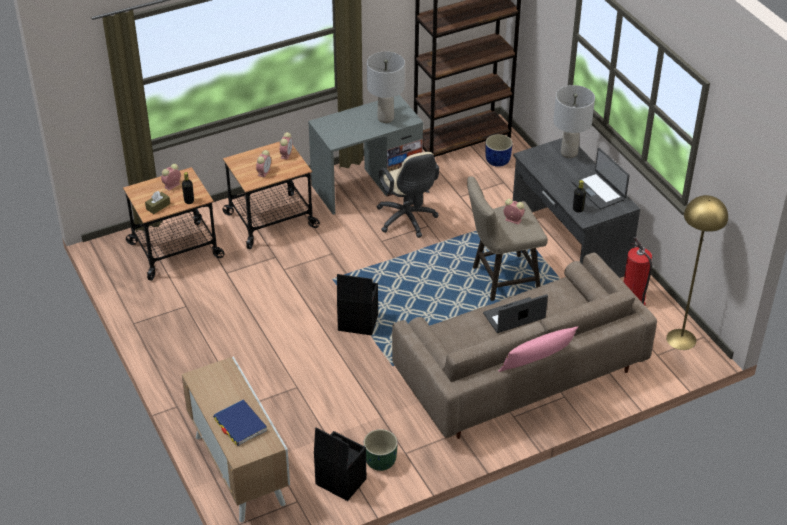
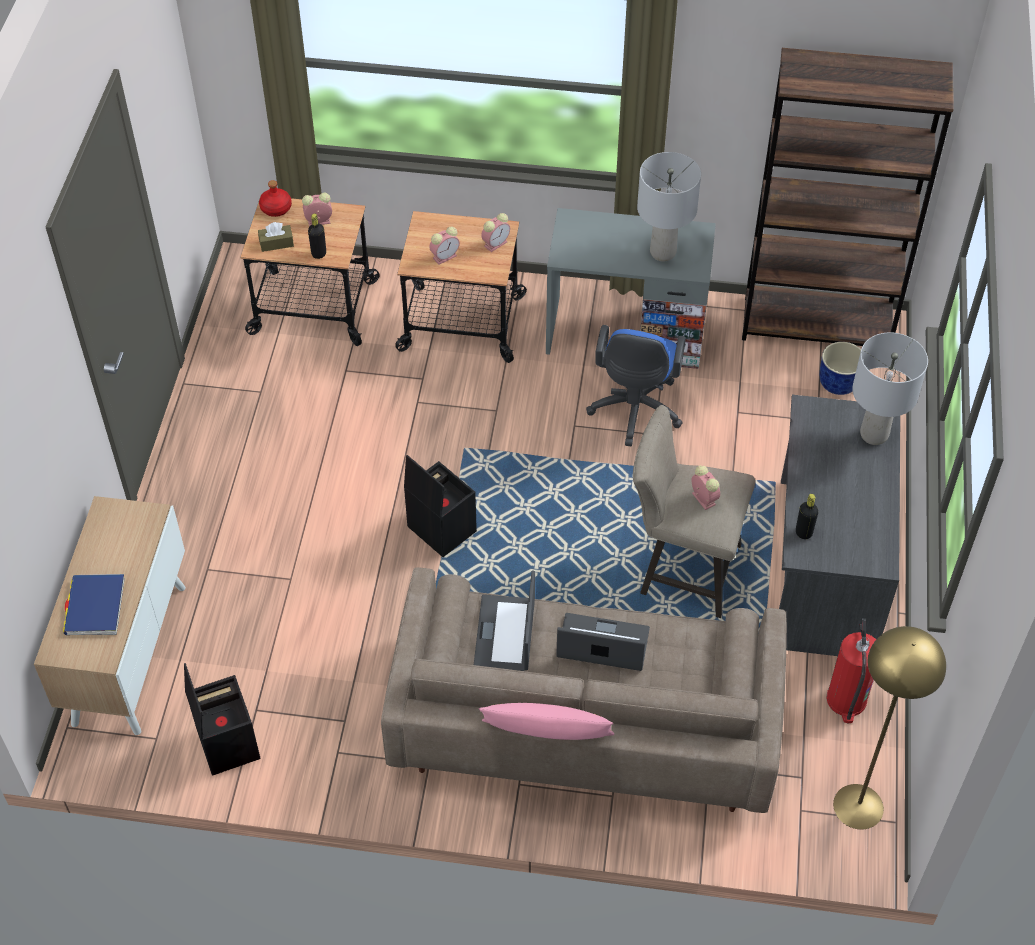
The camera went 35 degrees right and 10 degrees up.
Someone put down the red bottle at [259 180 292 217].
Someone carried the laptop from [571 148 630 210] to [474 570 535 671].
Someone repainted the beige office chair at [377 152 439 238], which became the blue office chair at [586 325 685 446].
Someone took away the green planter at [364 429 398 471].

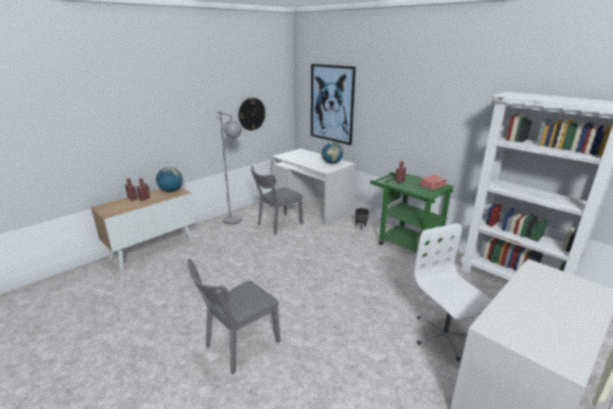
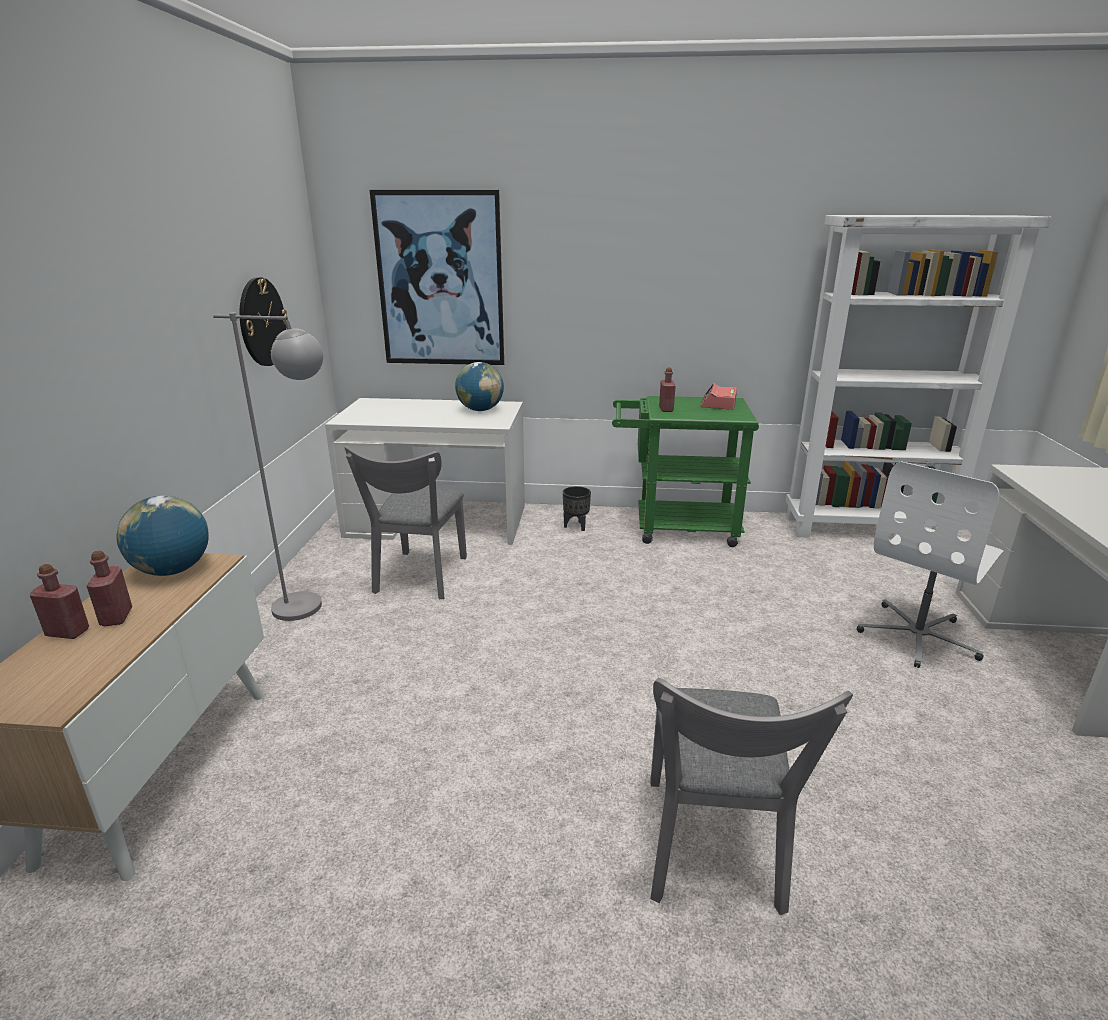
The camera went 40 degrees left and 0 degrees up.
Someone rotated the white office chair at [414 223 492 361] by 75 degrees counterclockwise.

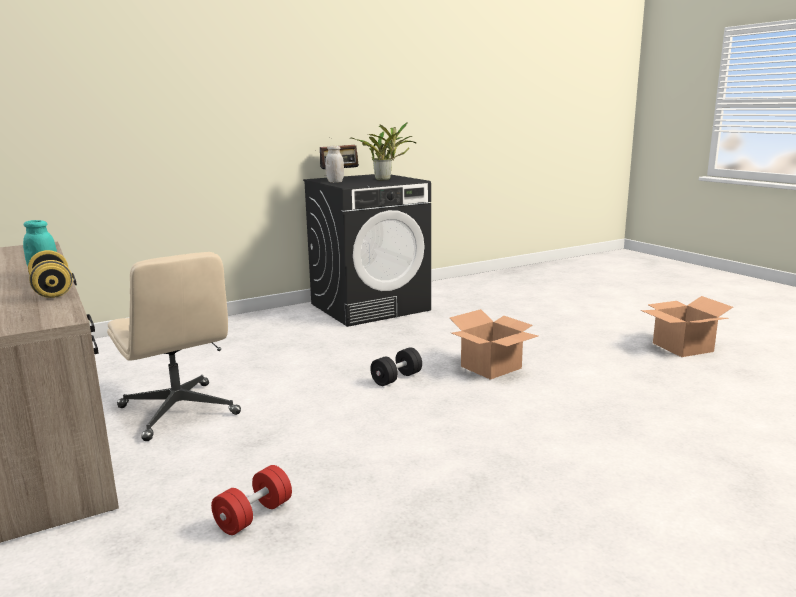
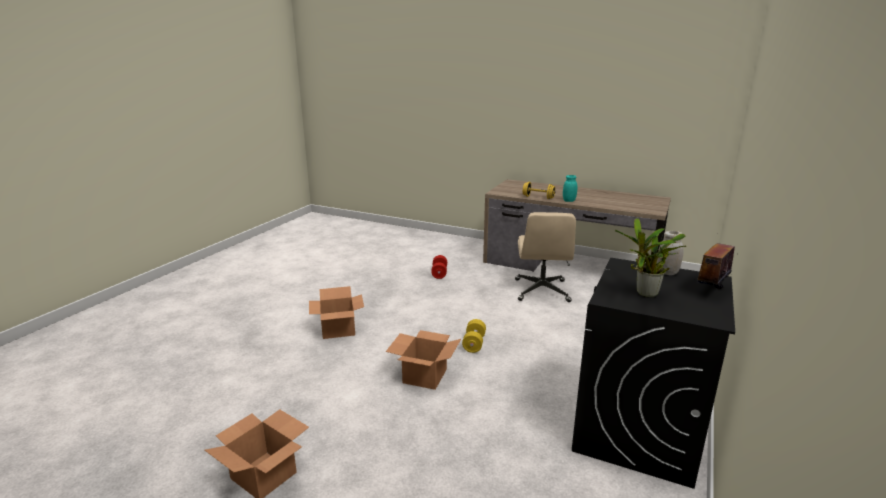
The camera went 145 degrees right and 5 degrees up.
Someone put down the cardboard box at [309 286 364 339].
Someone repainted the black dumbbell at [370 347 422 386], which became the yellow dumbbell at [462 319 486 353].
Someone rotated the beige office chair at [107 252 241 441] by 105 degrees counterclockwise.

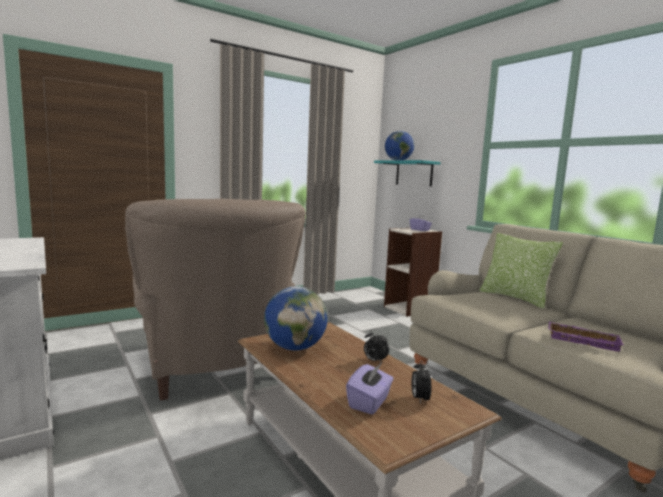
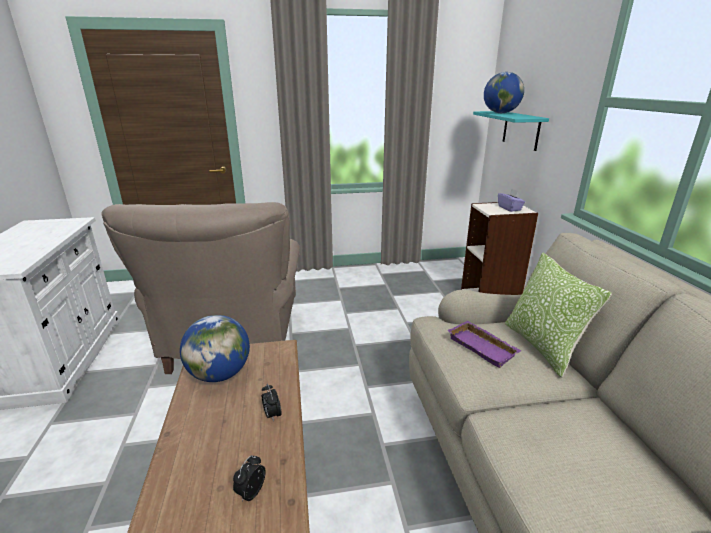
The camera went 25 degrees right and 15 degrees up.
Someone carried the purple tray from [548 321 624 352] to [447 321 521 368].
Someone took away the purple tissue box at [346 364 394 414].

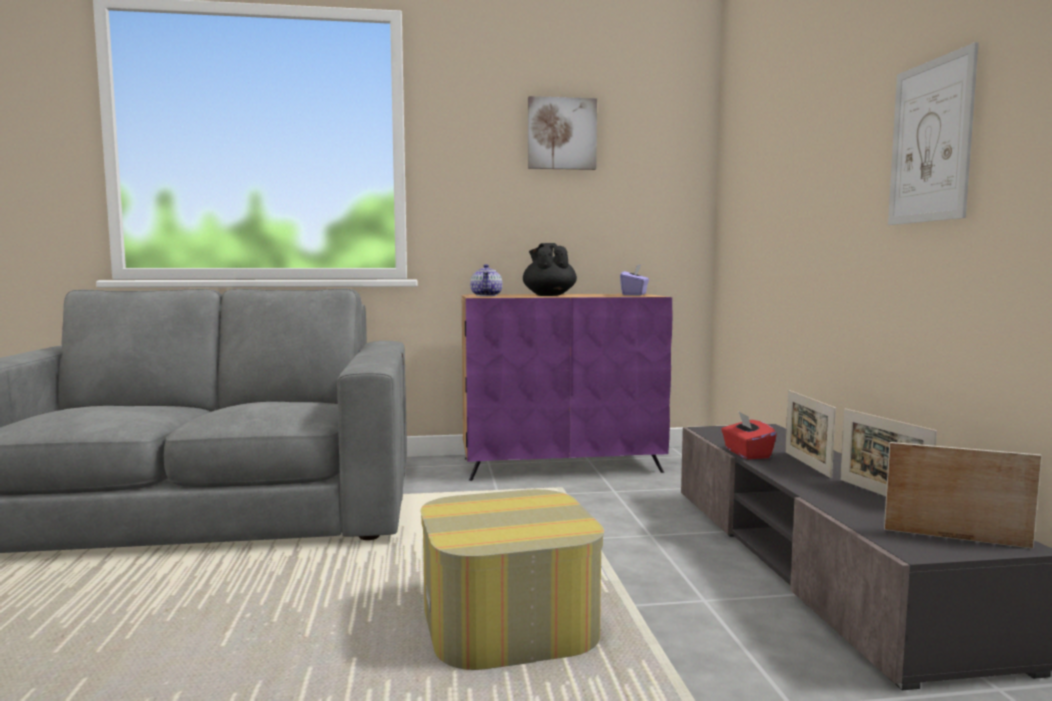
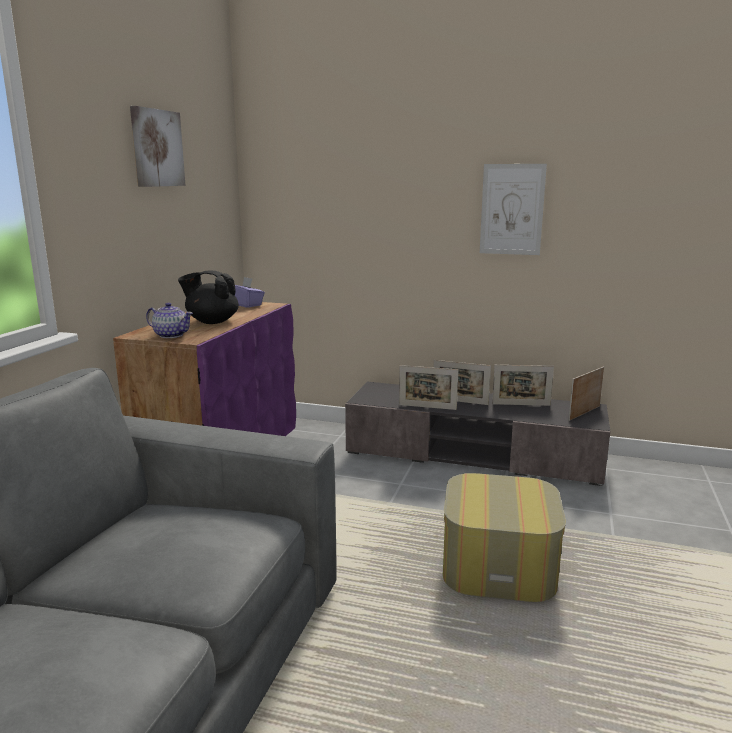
The camera went 65 degrees left and 10 degrees up.
Someone swapped the red tissue box at [721 412 777 459] for the picture frame at [399 365 458 410].

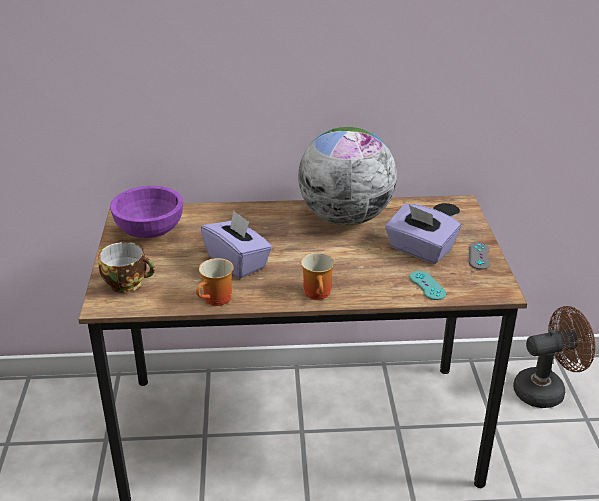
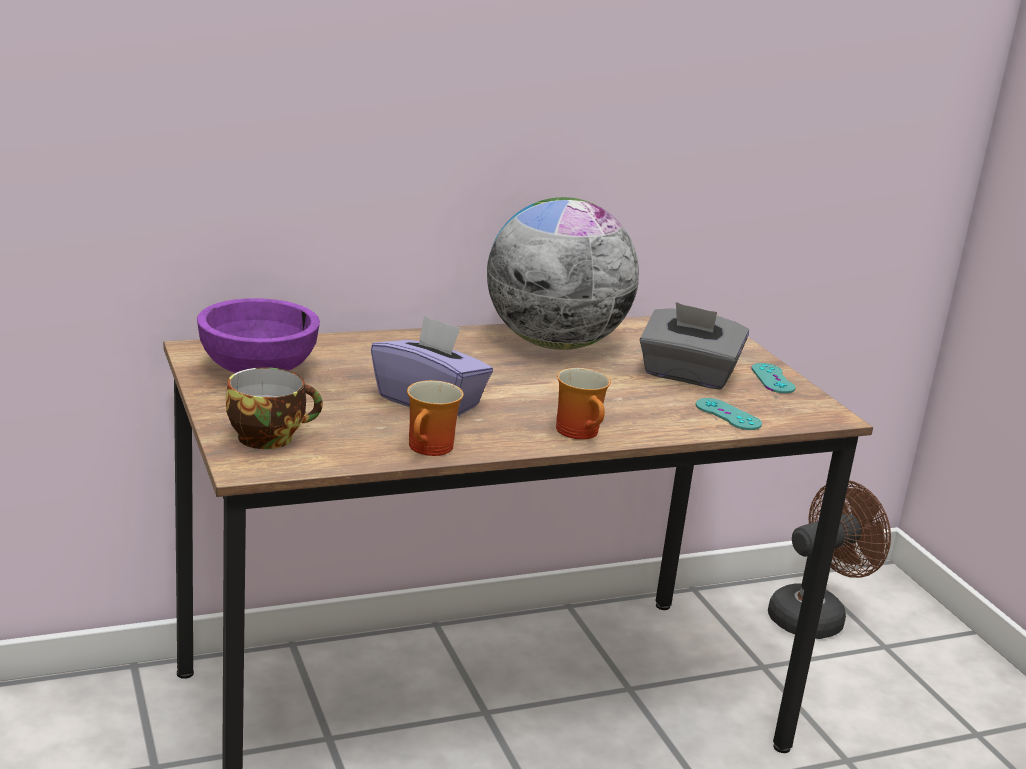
The camera went 20 degrees left and 10 degrees down.
Someone repainted the purple tissue box at [385 204 461 264], which became the grey tissue box at [640 302 749 390].
Someone repainted the grey game controller at [469 242 490 270], which became the turquoise game controller at [751 363 796 393].

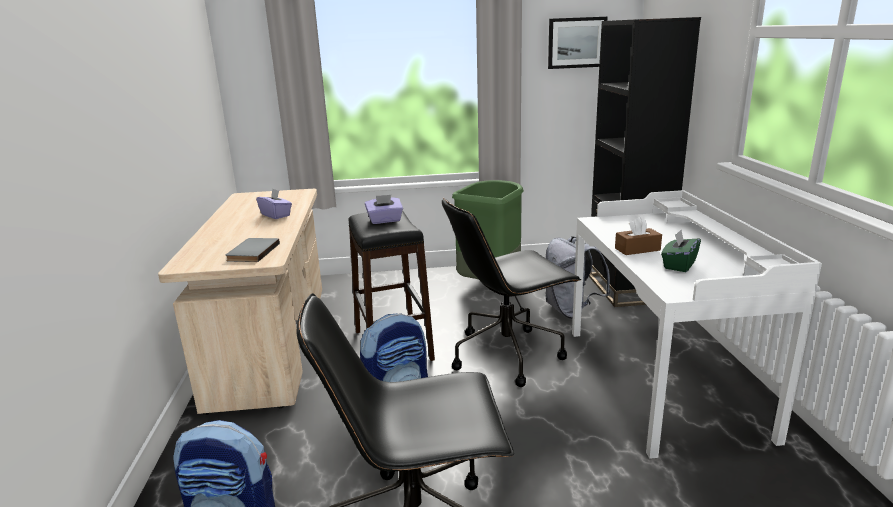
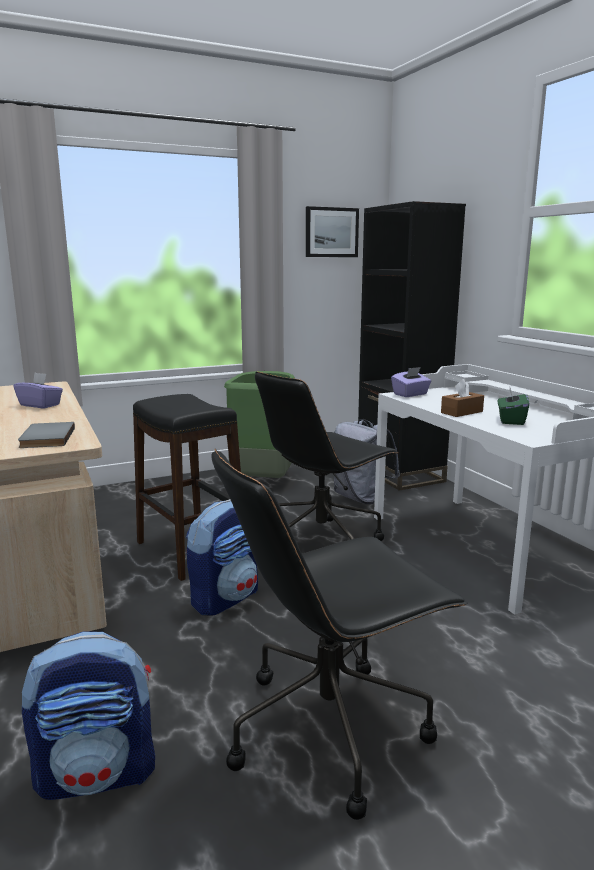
The camera went 20 degrees left and 5 degrees down.
Someone carried the purple tissue box from [365 195 403 224] to [391 367 432 397].

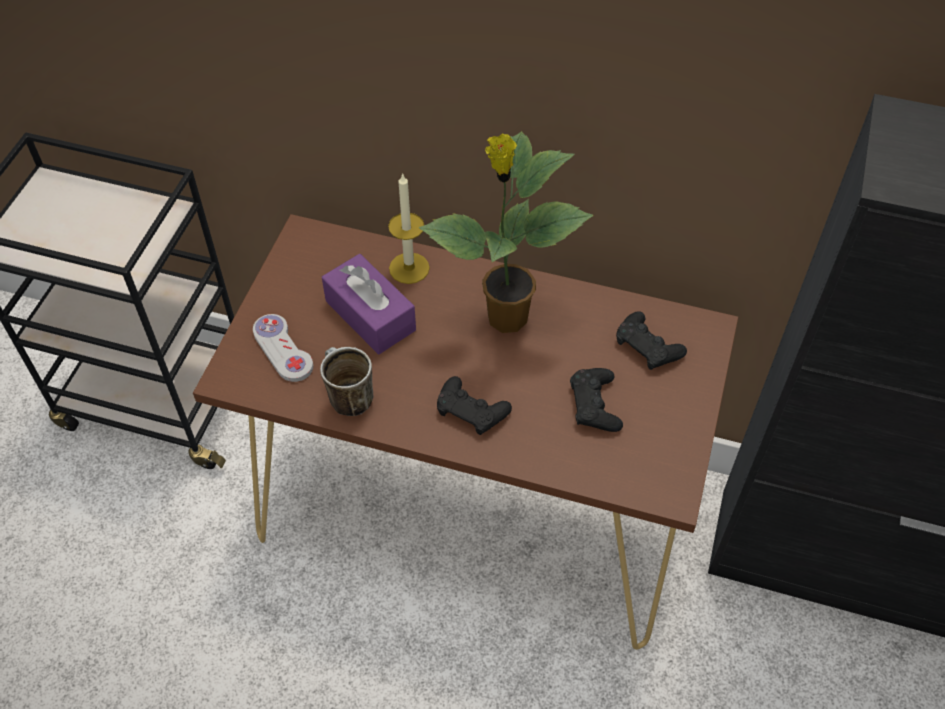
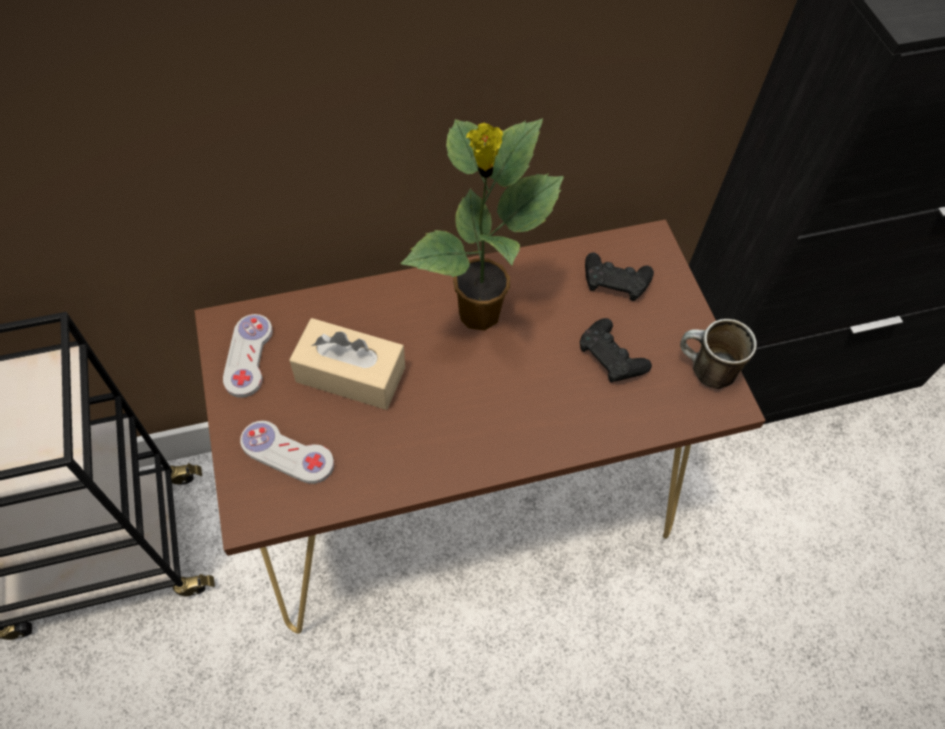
The camera went 35 degrees left and 5 degrees up.
Someone put down the white game controller at [223 314 273 398].
Someone repainted the purple tissue box at [322 254 416 354], which became the beige tissue box at [289 318 405 410].
Someone carried the mug from [320 347 374 416] to [680 319 757 389].
Someone took away the candle at [388 173 430 284].
Someone took away the black game controller at [437 376 512 435].

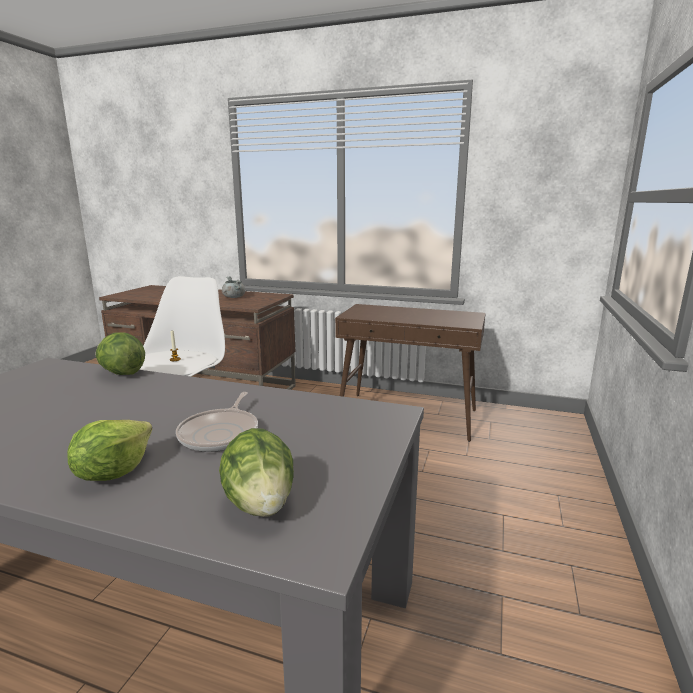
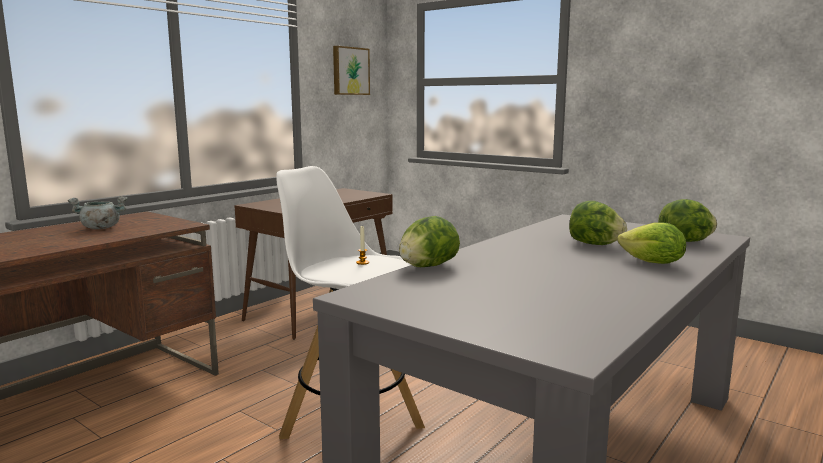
The camera went 70 degrees left and 5 degrees down.
Someone put up the picture at [333 46 370 95].
Someone swapped the frying pan at [176 392 258 452] for the lettuce at [569 201 627 245].

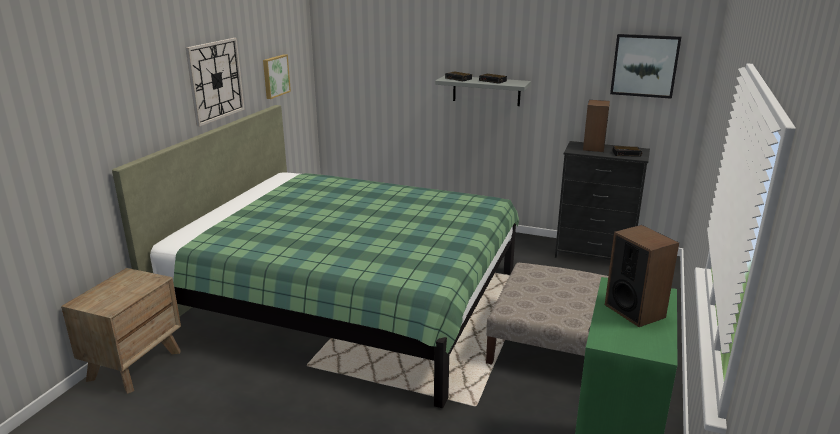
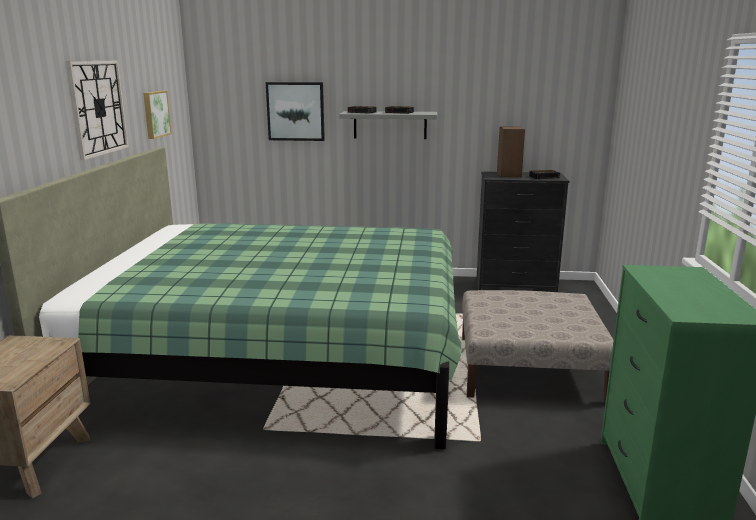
The camera went 15 degrees left and 5 degrees down.
Someone carried the picture from [610 34 681 99] to [266 82 325 141].
Someone took away the speaker at [605 225 679 327].

